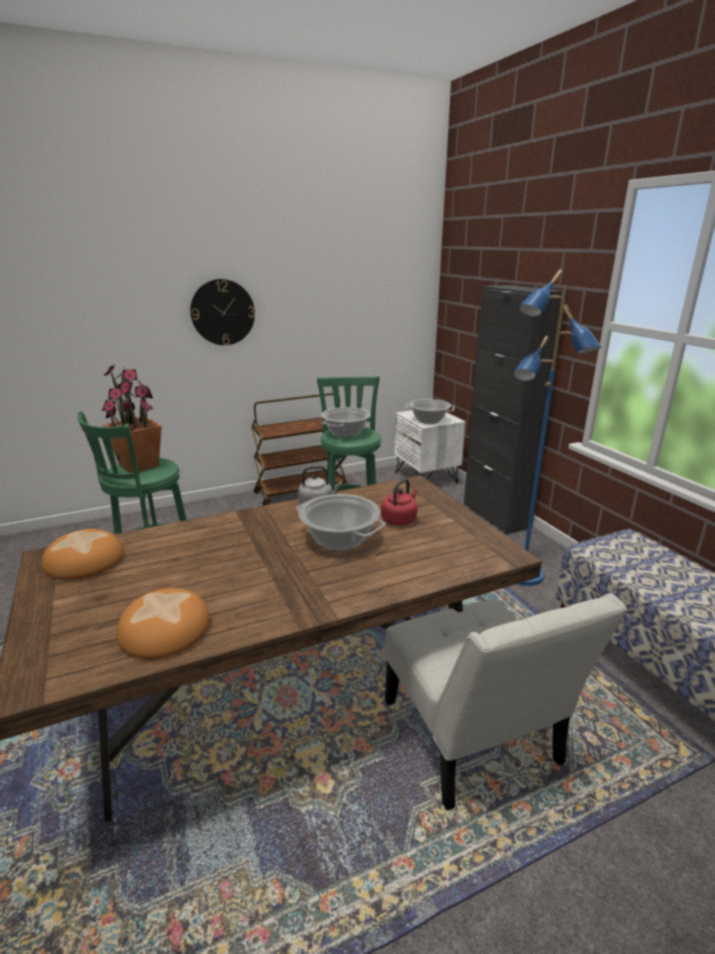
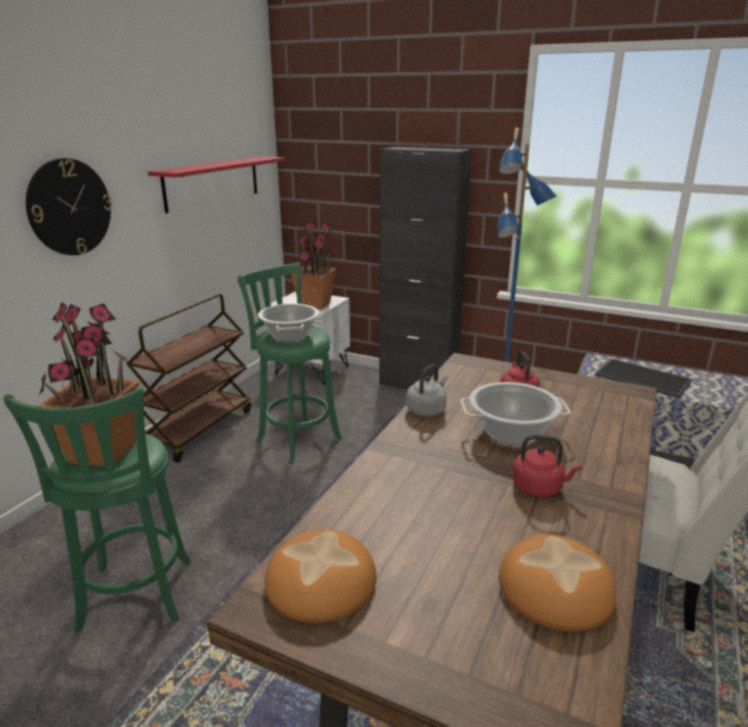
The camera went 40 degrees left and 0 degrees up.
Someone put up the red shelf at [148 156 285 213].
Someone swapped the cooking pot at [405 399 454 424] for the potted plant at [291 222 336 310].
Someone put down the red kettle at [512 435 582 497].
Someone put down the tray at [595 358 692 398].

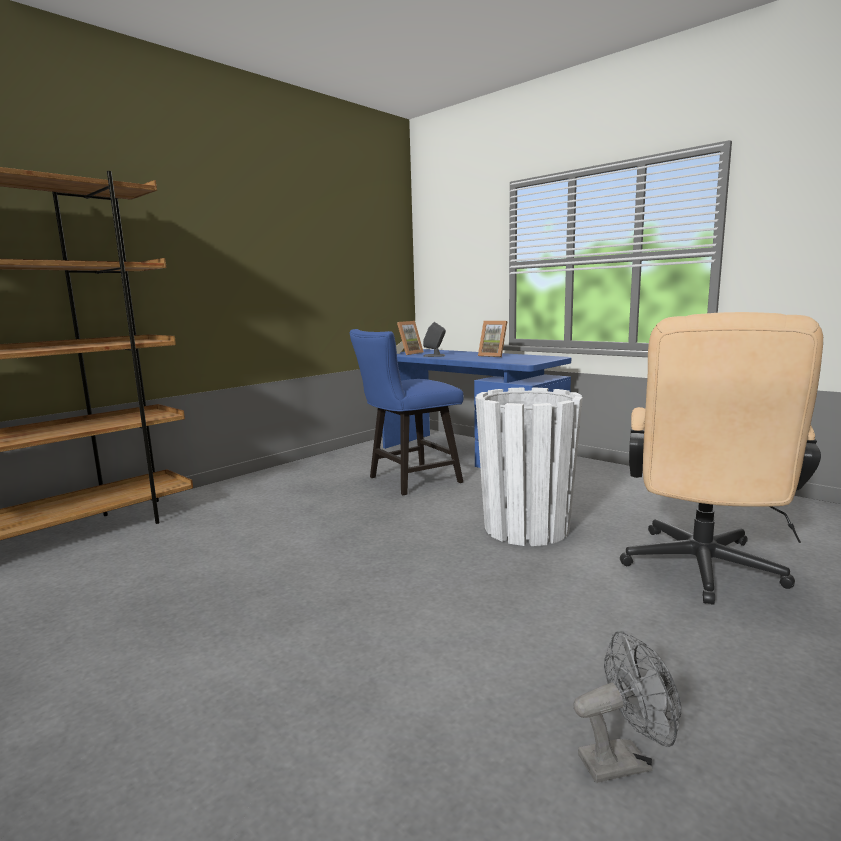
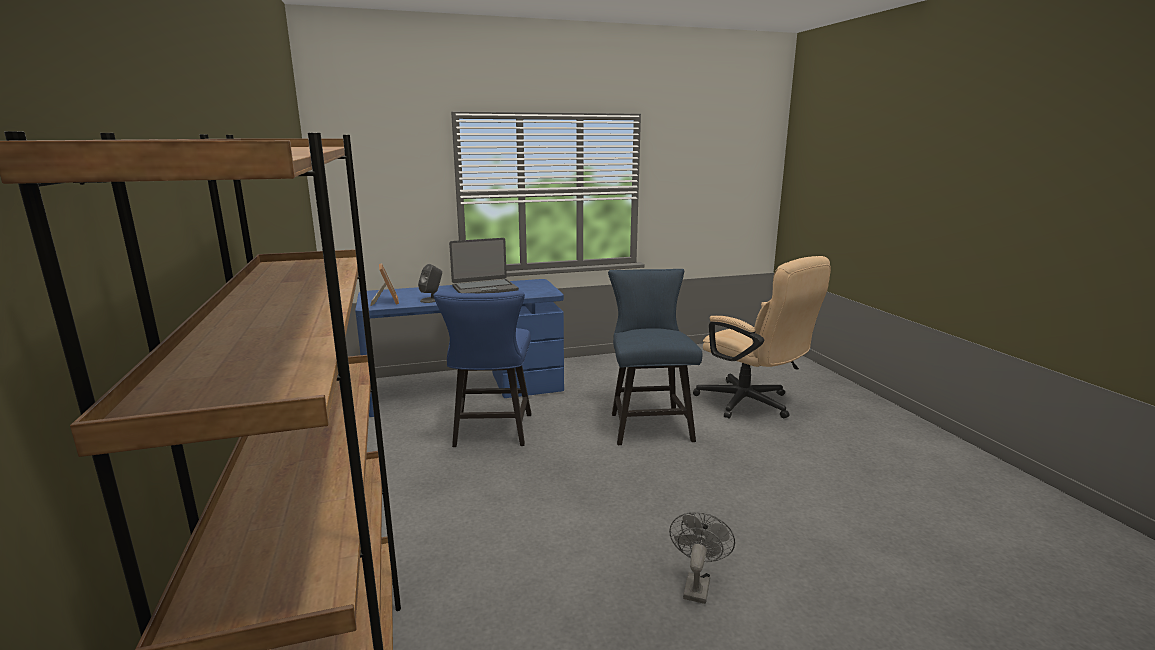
The camera went 60 degrees left and 5 degrees up.
Someone swapped the picture frame at [478 321 507 357] for the laptop at [449 238 519 293].
Someone swapped the white planter at [475 387 583 546] for the blue chair at [608 269 702 445].
Someone carried the grey fan from [573 631 681 783] to [669 512 735 604].

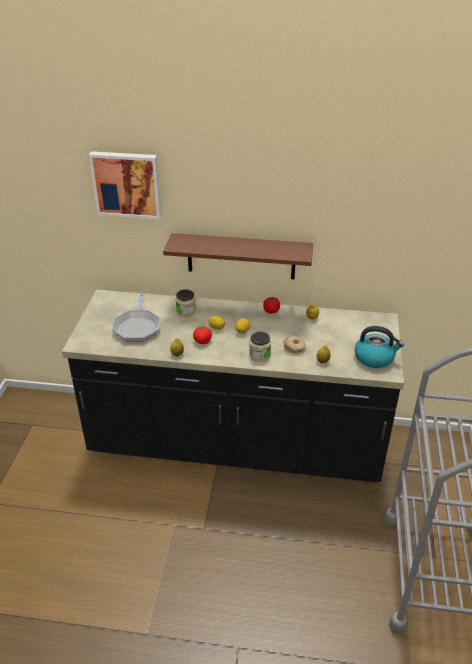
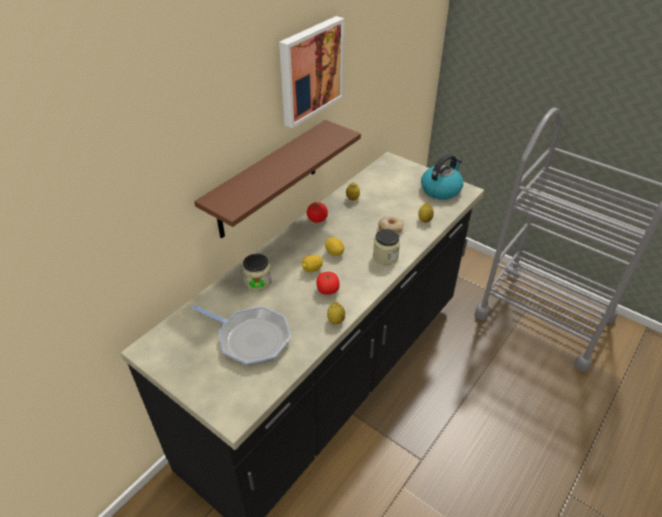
The camera went 60 degrees left and 5 degrees up.
Someone carried the picture from [89 151 162 219] to [279 16 345 128].

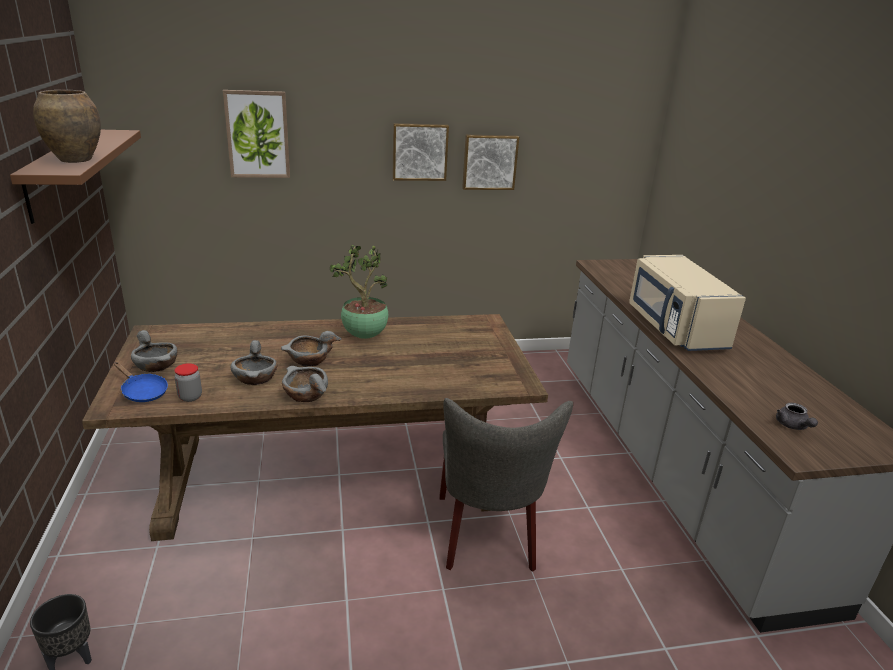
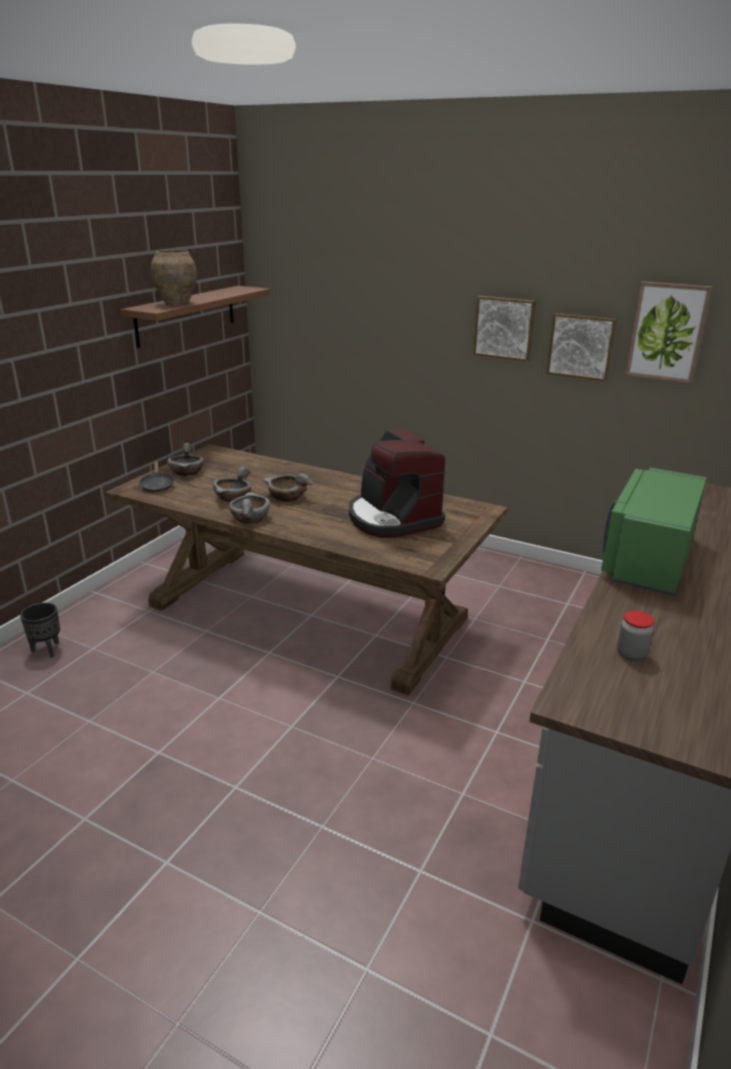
The camera went 40 degrees right and 0 degrees up.
Someone repainted the blue frying pan at [114 362 168 402], which became the black frying pan at [139 460 175 492].
Someone put down the coffee machine at [349 429 446 538].
Someone repainted the beige microwave at [629 255 746 351], which became the green microwave at [601 468 707 596].
Someone carried the jar from [174 363 202 402] to [617 611 654 661].
Someone carried the picture from [223 90 290 178] to [625 281 712 383].
Someone took away the potted plant at [330 245 388 339].
Someone took away the grey chair at [439 398 573 572].
Someone took away the grey teapot at [776 403 818 430].

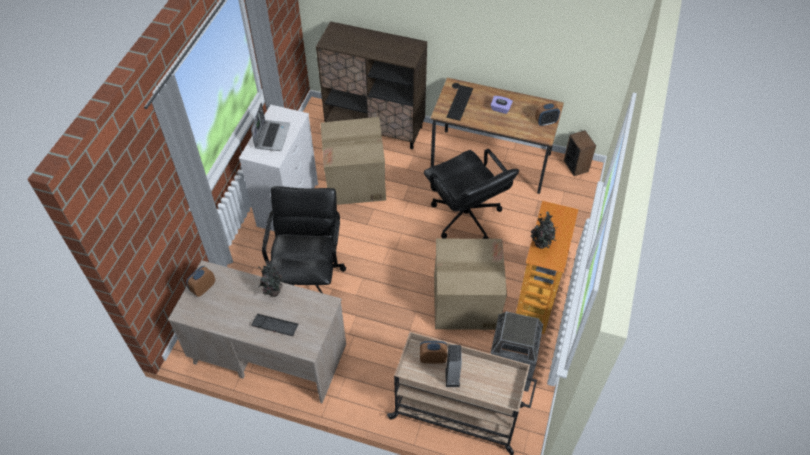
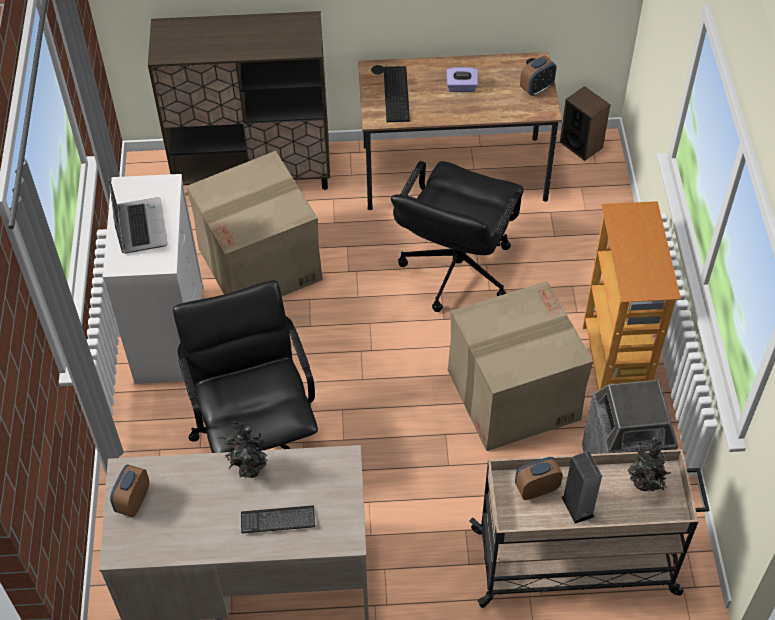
The camera went 20 degrees left and 0 degrees up.
Someone rotated the black office chair at [424 149 519 239] by 75 degrees clockwise.
Someone carried the potted plant from [531 211 557 249] to [628 436 671 491].

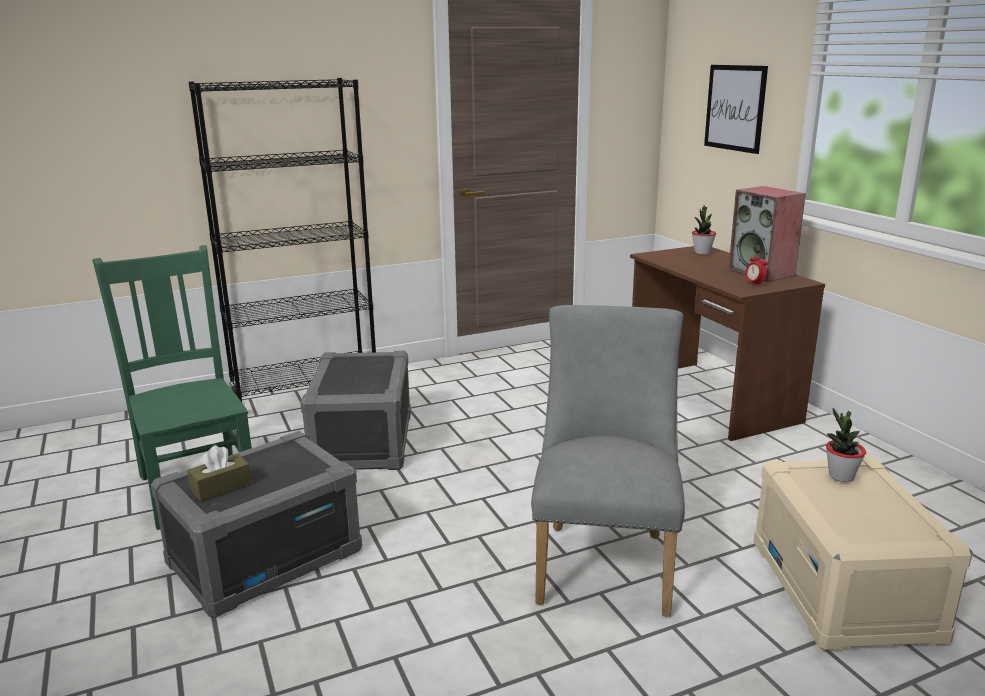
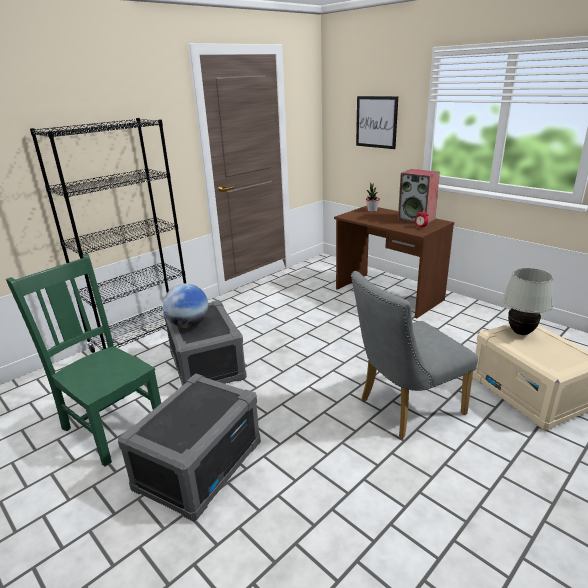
The camera went 20 degrees left and 5 degrees up.
Someone put down the globe at [163 283 208 328].
Someone rotated the grey chair at [531 305 685 617] by 105 degrees counterclockwise.
Someone swapped the potted plant at [826 408 866 482] for the white table lamp at [502 268 553 335].
Someone took away the brown tissue box at [187 445 252 501].

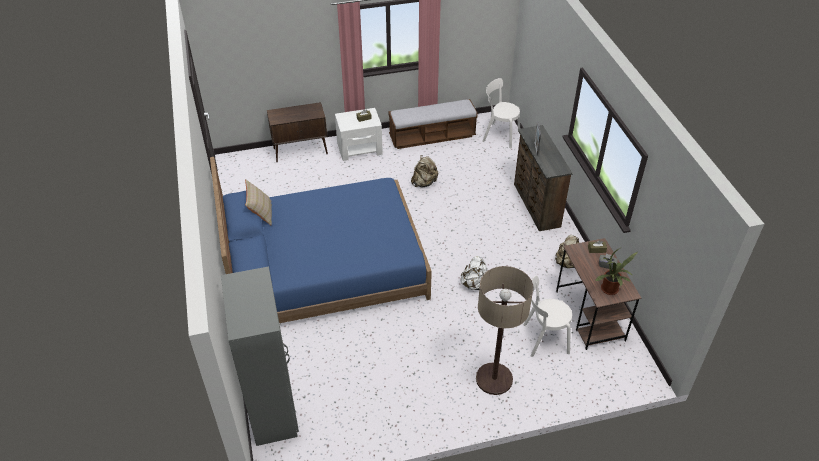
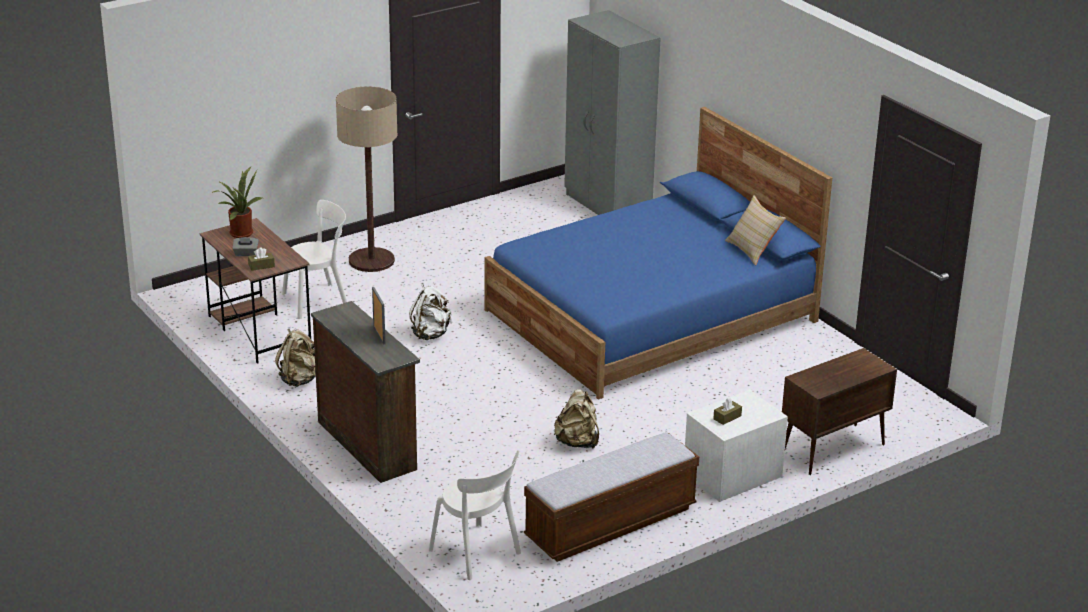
The camera went 160 degrees right and 15 degrees down.
Someone rotated the white chair at [483 78 520 148] by 45 degrees clockwise.

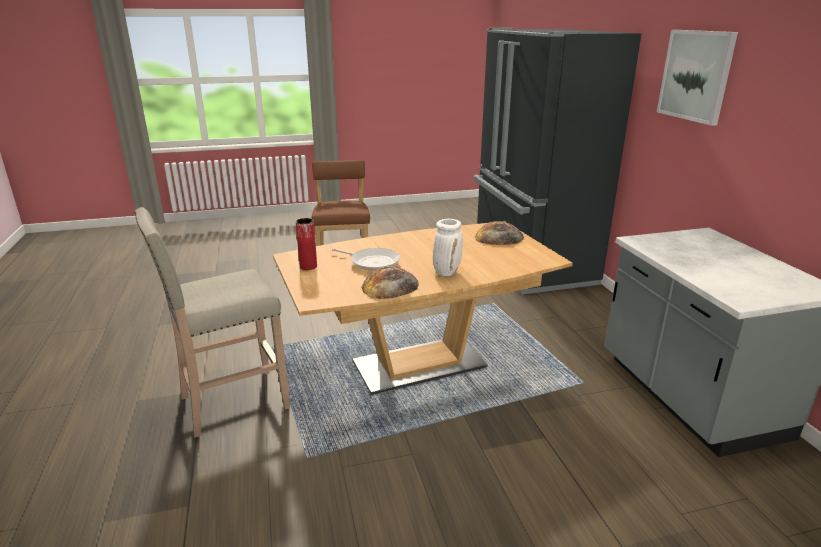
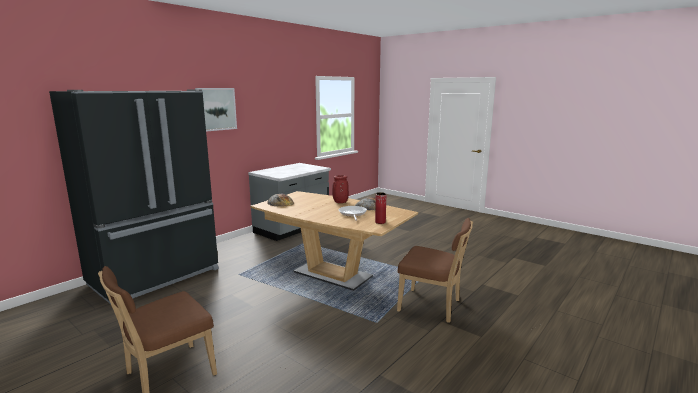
The camera went 125 degrees left and 10 degrees down.
Someone repainted the white vase at [433 219 463 276], which became the red vase at [332 175 349 203].
Someone swapped the beige stool at [135 207 290 438] for the brown chair at [397 218 473 323].

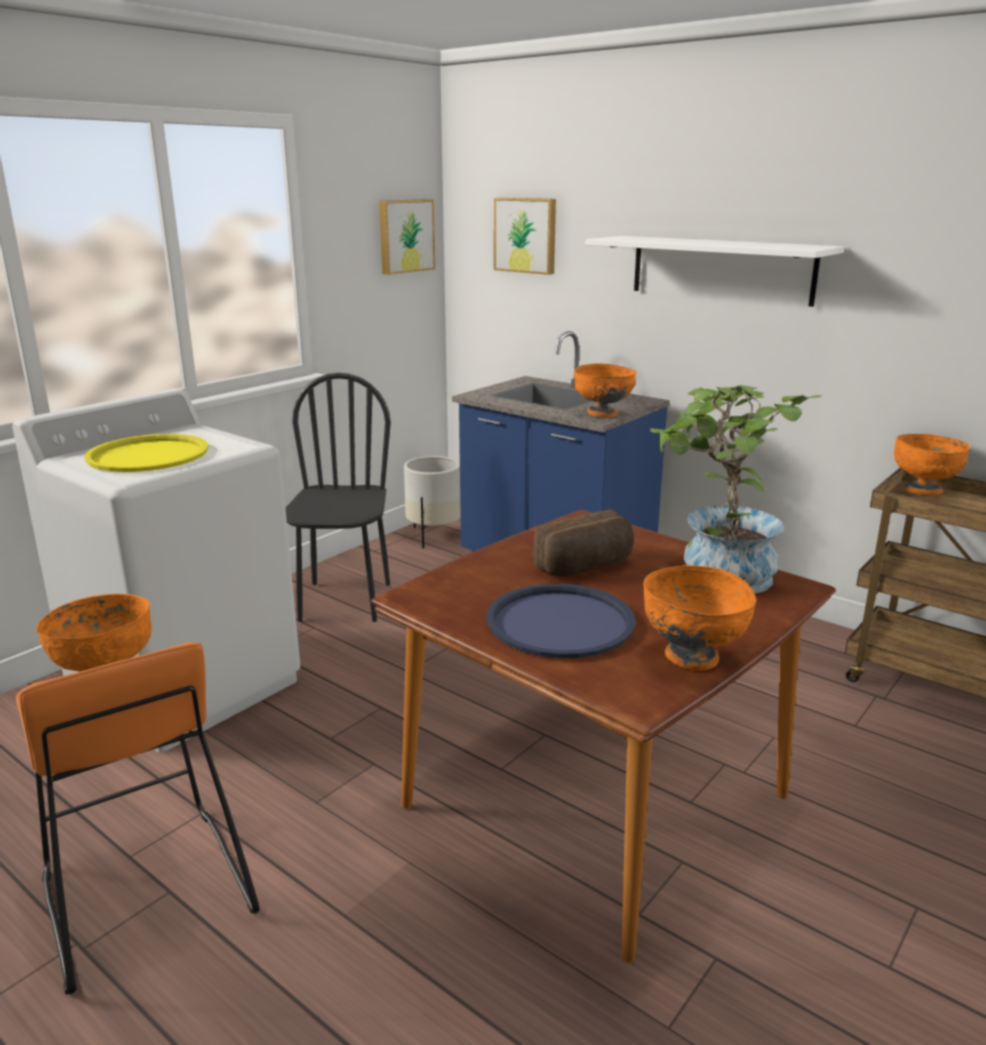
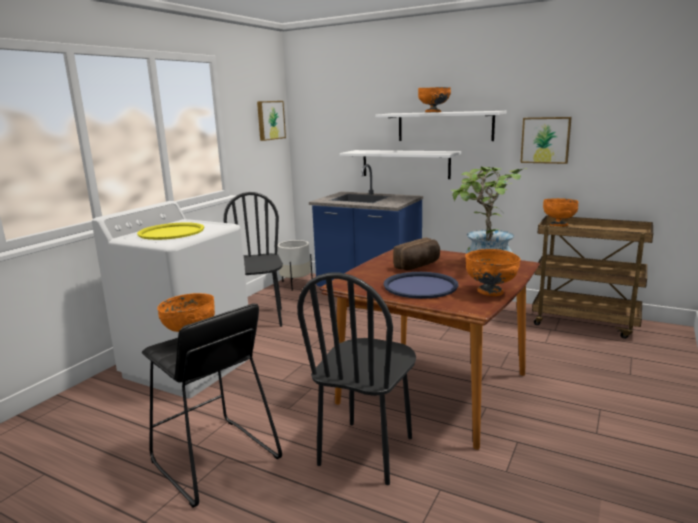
The camera went 10 degrees left and 5 degrees down.
Someone repainted the orange stool at [16 642 260 995], which became the black stool at [142 304 282 508].
Someone put down the black chair at [297 273 416 485].
Someone put up the white shelf at [340 150 461 179].
Someone carried the orange bowl from [574 364 636 417] to [418 87 451 112].
Someone carried the picture from [494 198 556 275] to [520 117 572 164].

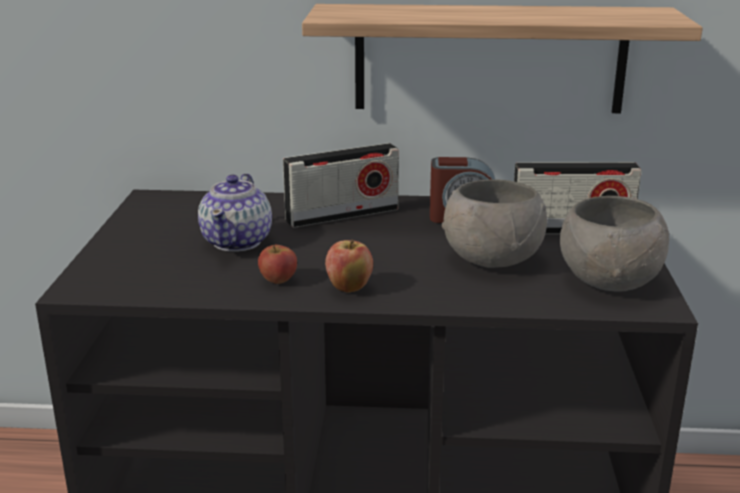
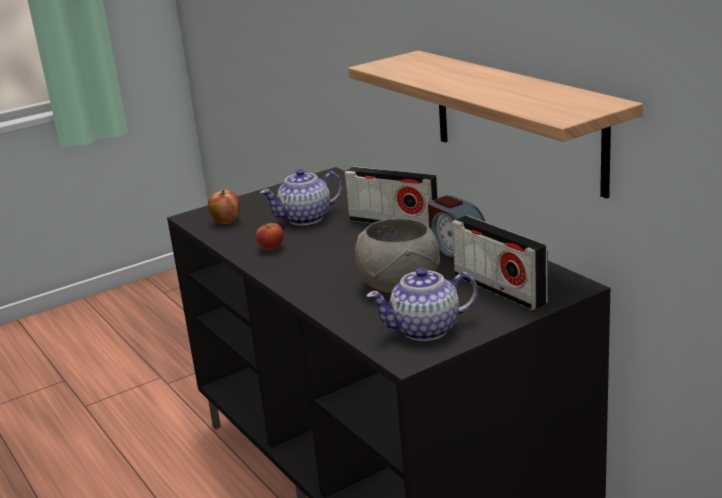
The camera went 55 degrees right and 0 degrees up.
Someone carried the apple from [325 240 373 293] to [208 190 240 224].
Someone swapped the grey bowl at [560 196 669 292] for the teapot at [366 268 478 341].

